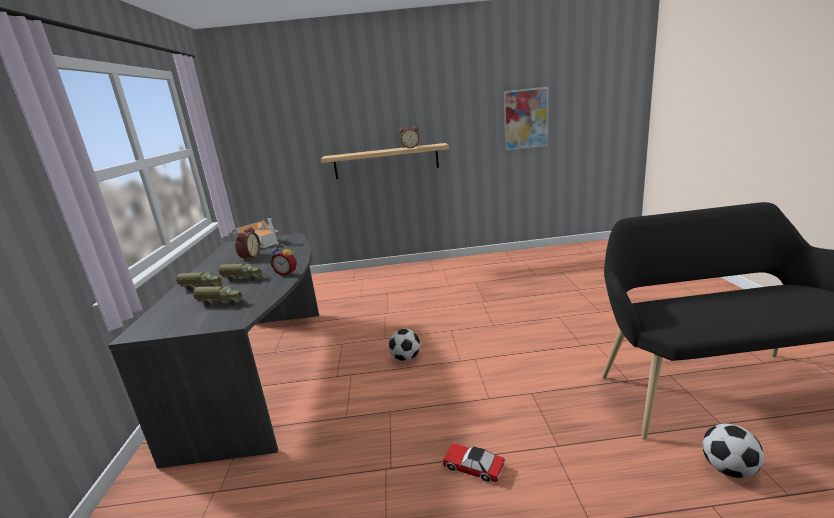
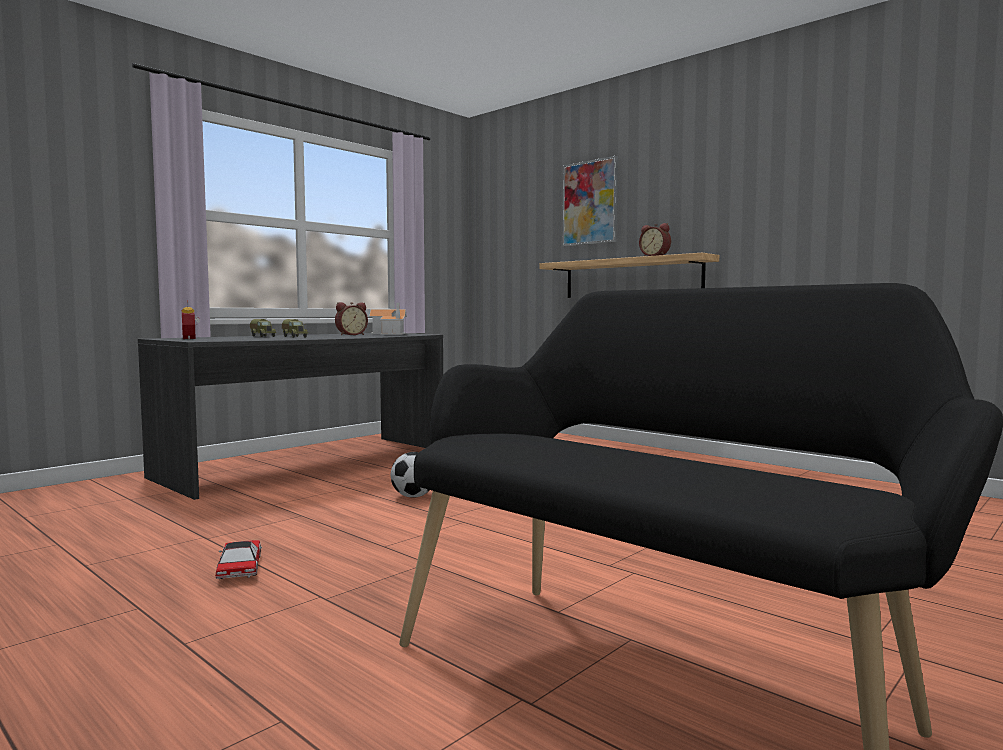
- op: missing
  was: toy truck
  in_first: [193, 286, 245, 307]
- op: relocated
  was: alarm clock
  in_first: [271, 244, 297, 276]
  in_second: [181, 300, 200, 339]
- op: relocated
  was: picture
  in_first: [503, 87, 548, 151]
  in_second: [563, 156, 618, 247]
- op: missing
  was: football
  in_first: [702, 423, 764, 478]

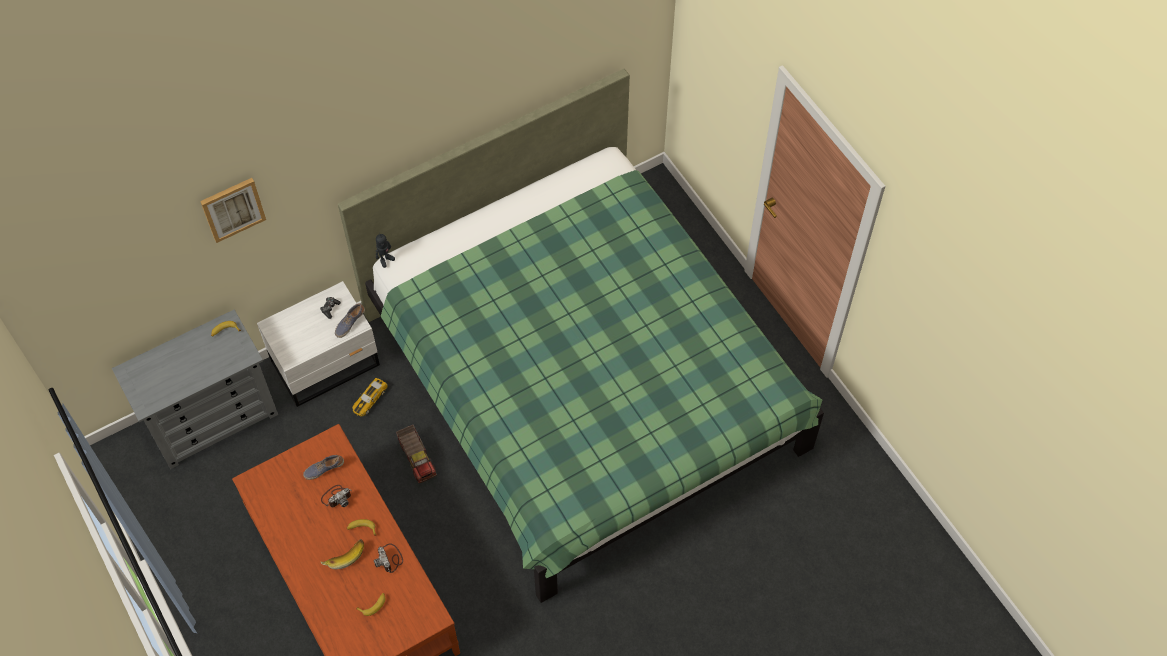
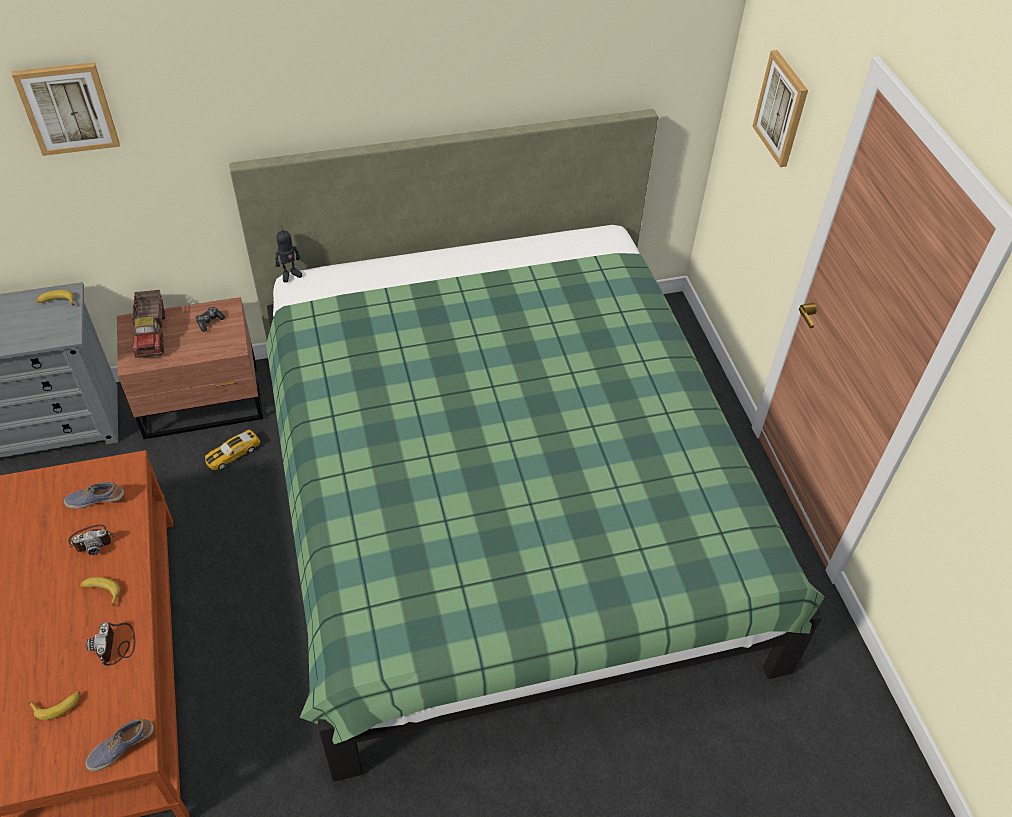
- op: colour
  was: white nightstand
  now: brown nightstand
  in_first: [257, 281, 380, 407]
  in_second: [117, 297, 264, 439]
- op: missing
  was: banana
  in_first: [321, 539, 364, 569]
- op: relocated
  was: shoe
  in_first: [335, 303, 365, 338]
  in_second: [85, 719, 154, 772]
- op: relocated
  was: toy truck
  in_first: [396, 425, 437, 483]
  in_second: [132, 290, 165, 358]
- op: appeared
  now: picture
  in_second: [753, 50, 808, 167]

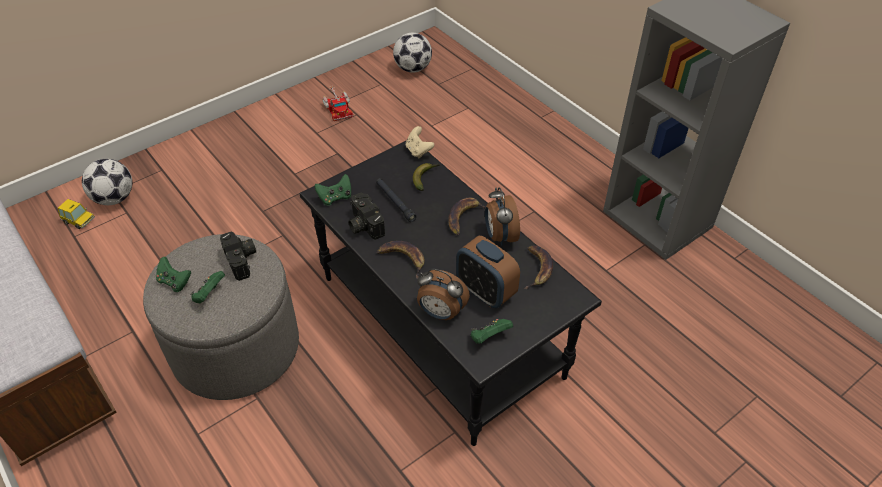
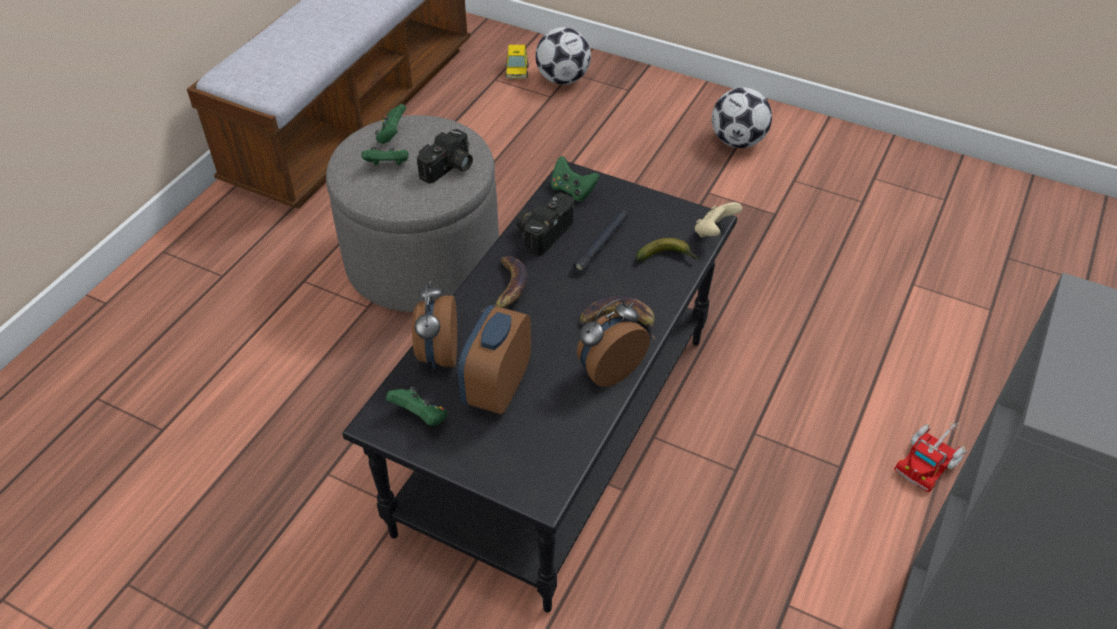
- op: relocated
  was: toy truck
  in_first: [322, 86, 353, 121]
  in_second: [894, 419, 967, 492]
- op: relocated
  was: football
  in_first: [393, 32, 432, 73]
  in_second: [712, 88, 772, 148]
- op: missing
  was: banana
  in_first: [524, 245, 553, 289]

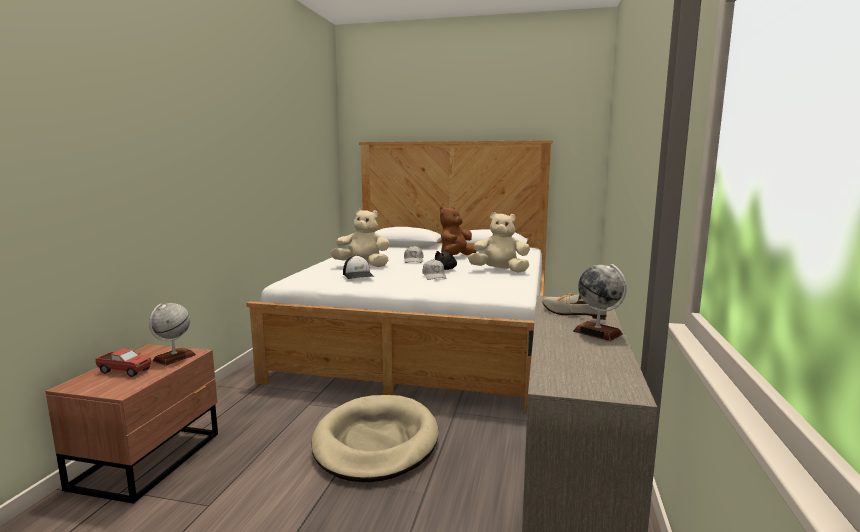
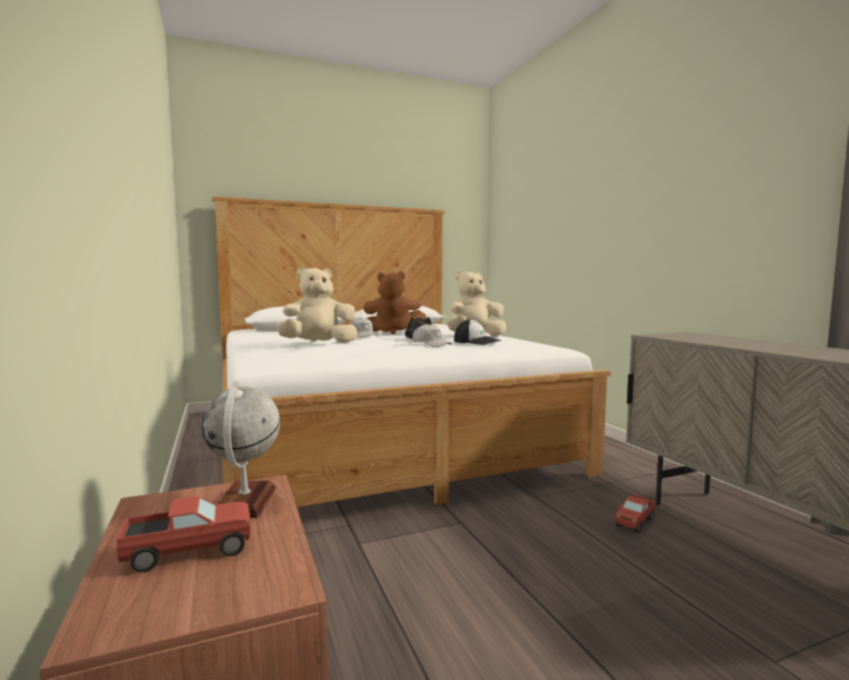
- op: missing
  was: beige dog bed
  in_first: [311, 395, 439, 482]
- op: relocated
  was: cap
  in_first: [343, 255, 374, 279]
  in_second: [454, 319, 501, 345]
- op: spun
  was: brown plush toy
  in_first: [440, 207, 476, 255]
  in_second: [363, 271, 426, 334]
  clockwise: -90
- op: missing
  was: shoe
  in_first: [542, 293, 607, 320]
- op: missing
  was: globe
  in_first: [573, 264, 627, 341]
- op: appeared
  now: toy truck
  in_second: [615, 495, 656, 533]

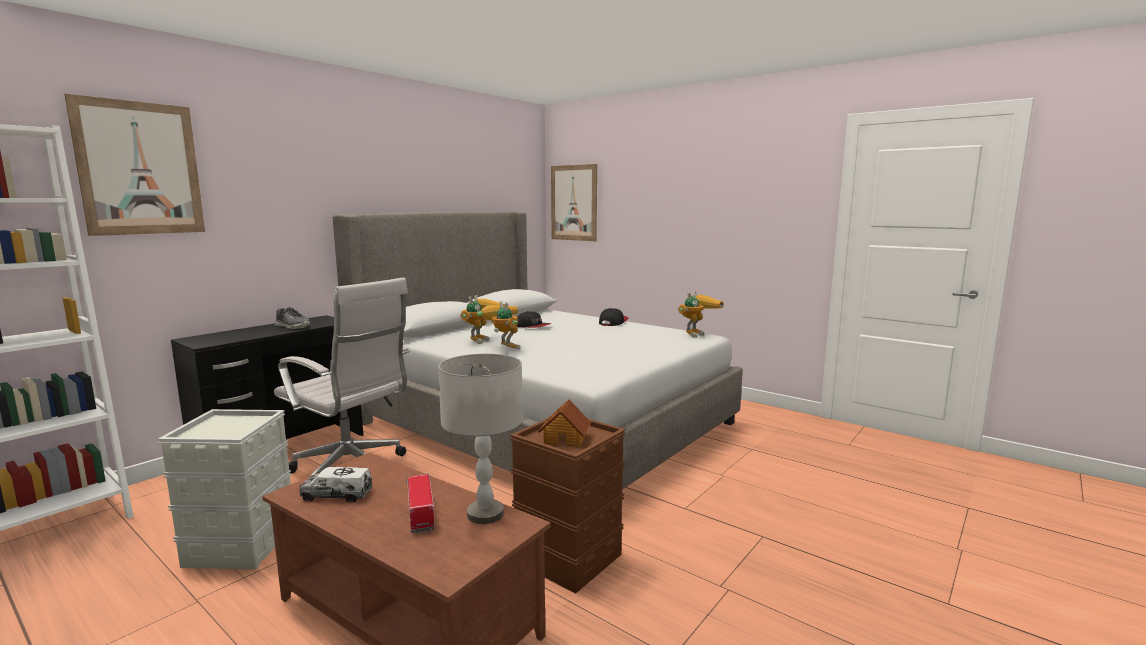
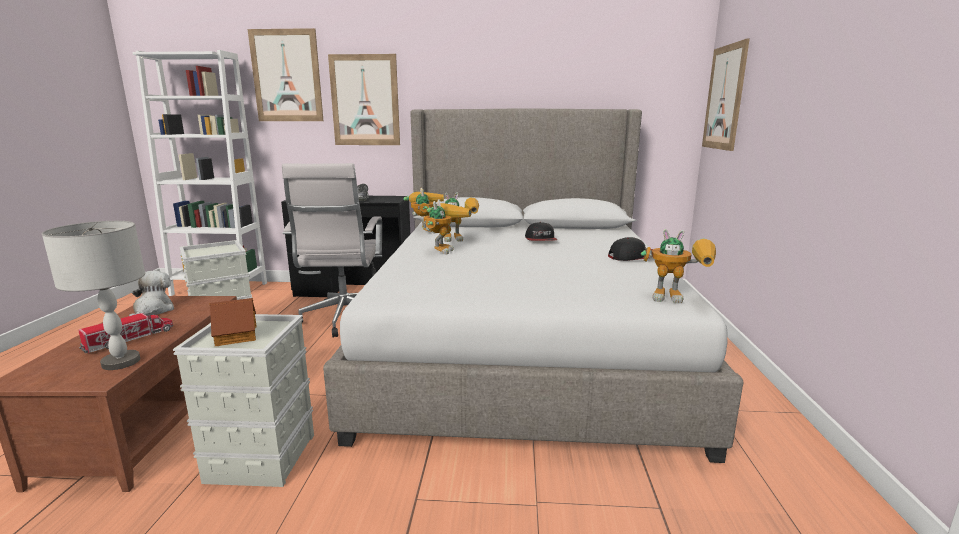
- op: exchanged
  was: toy truck
  now: plush toy
  in_first: [299, 467, 373, 502]
  in_second: [129, 271, 174, 316]
- op: colour
  was: brown storage box
  now: grey storage box
  in_first: [510, 418, 625, 594]
  in_second: [173, 314, 314, 487]
- op: appeared
  now: picture
  in_second: [328, 54, 400, 145]
- op: appeared
  now: toy robot
  in_second: [404, 188, 444, 234]

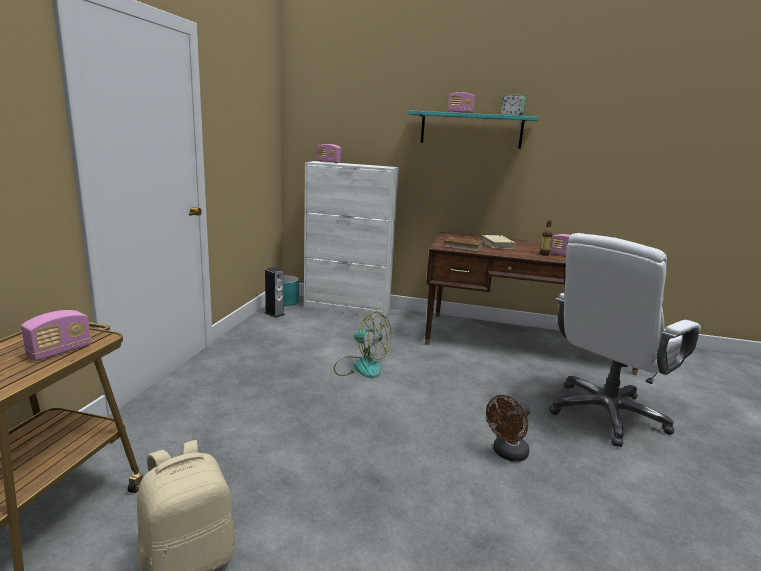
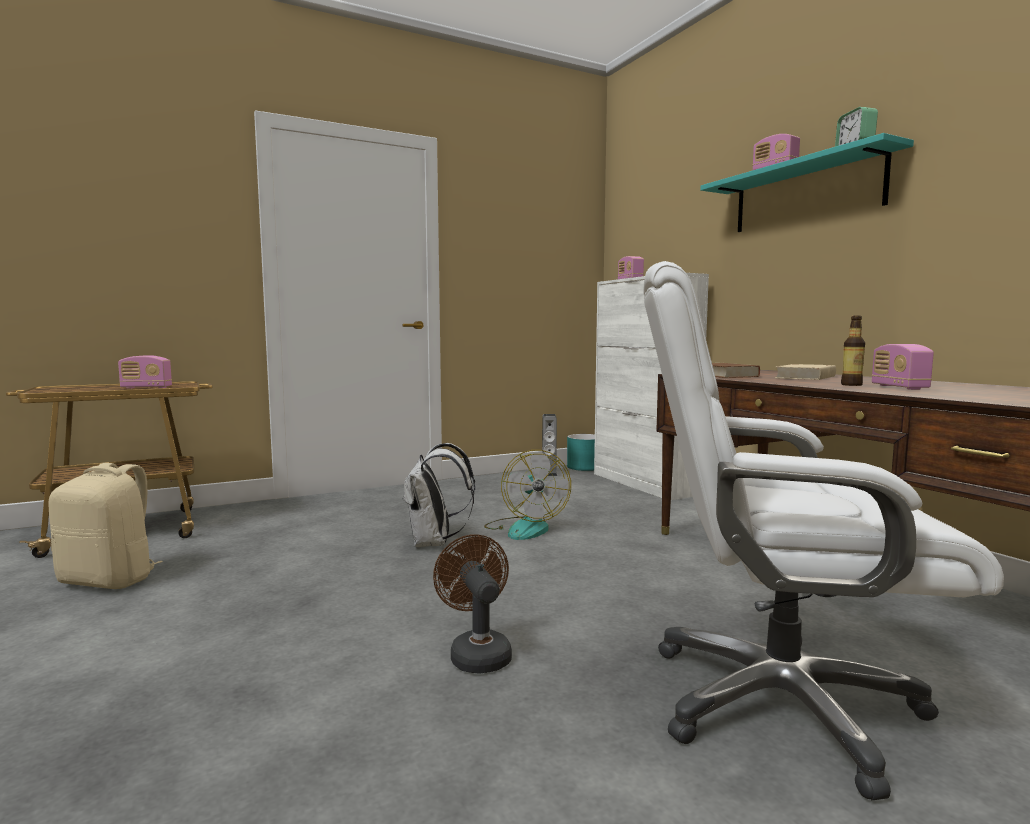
- op: spun
  was: brown fan
  in_first: [486, 395, 530, 462]
  in_second: [433, 534, 512, 674]
  clockwise: 60
- op: appeared
  now: white backpack
  in_second: [403, 443, 475, 547]

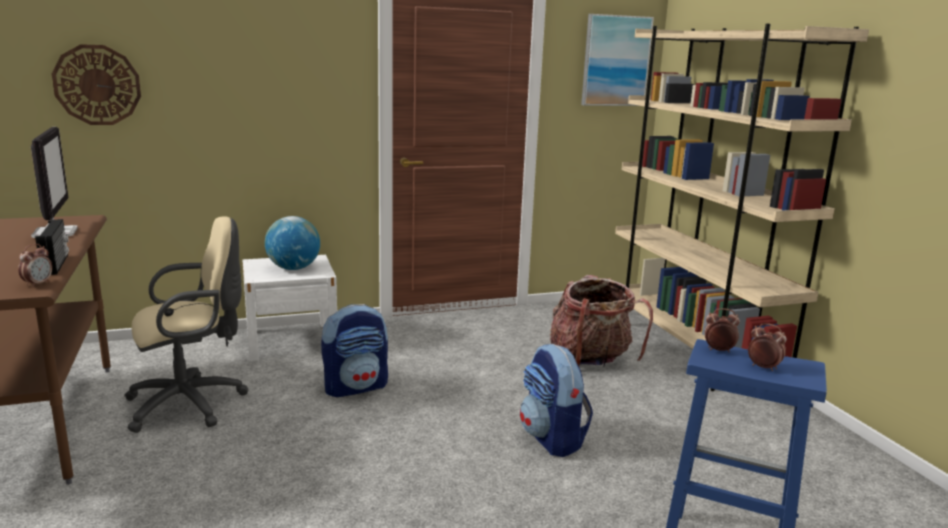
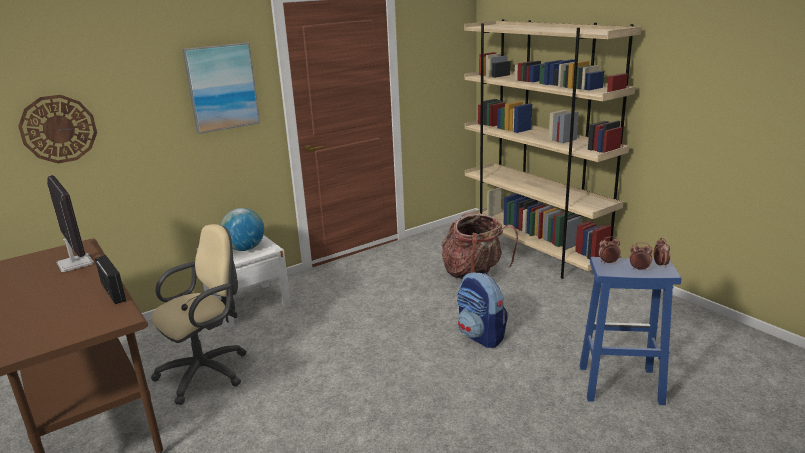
- op: relocated
  was: alarm clock
  in_first: [18, 244, 52, 287]
  in_second: [654, 238, 670, 268]
- op: missing
  was: backpack
  in_first: [321, 304, 388, 397]
- op: relocated
  was: picture
  in_first: [581, 14, 654, 106]
  in_second: [182, 42, 260, 134]

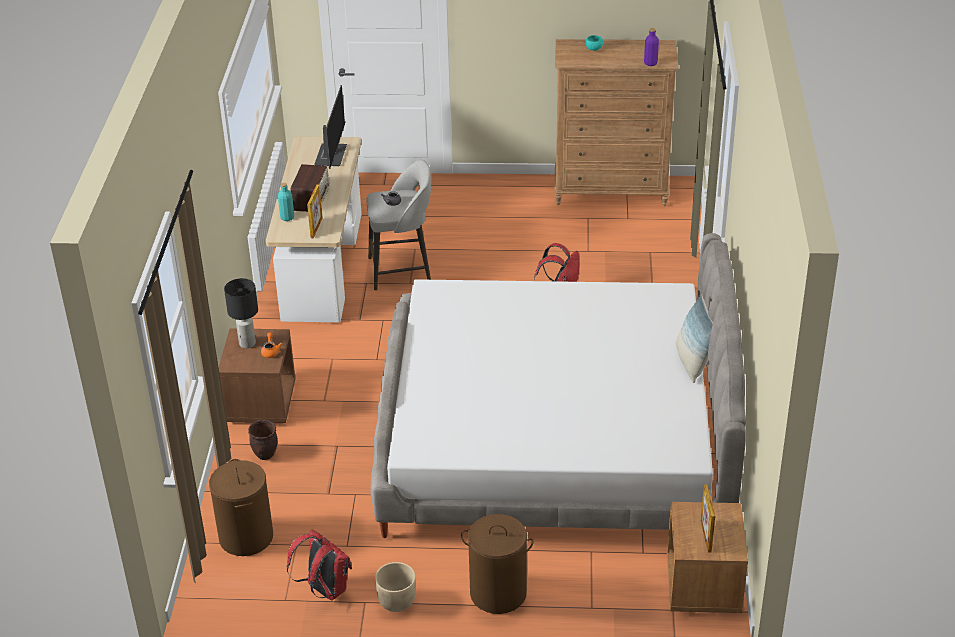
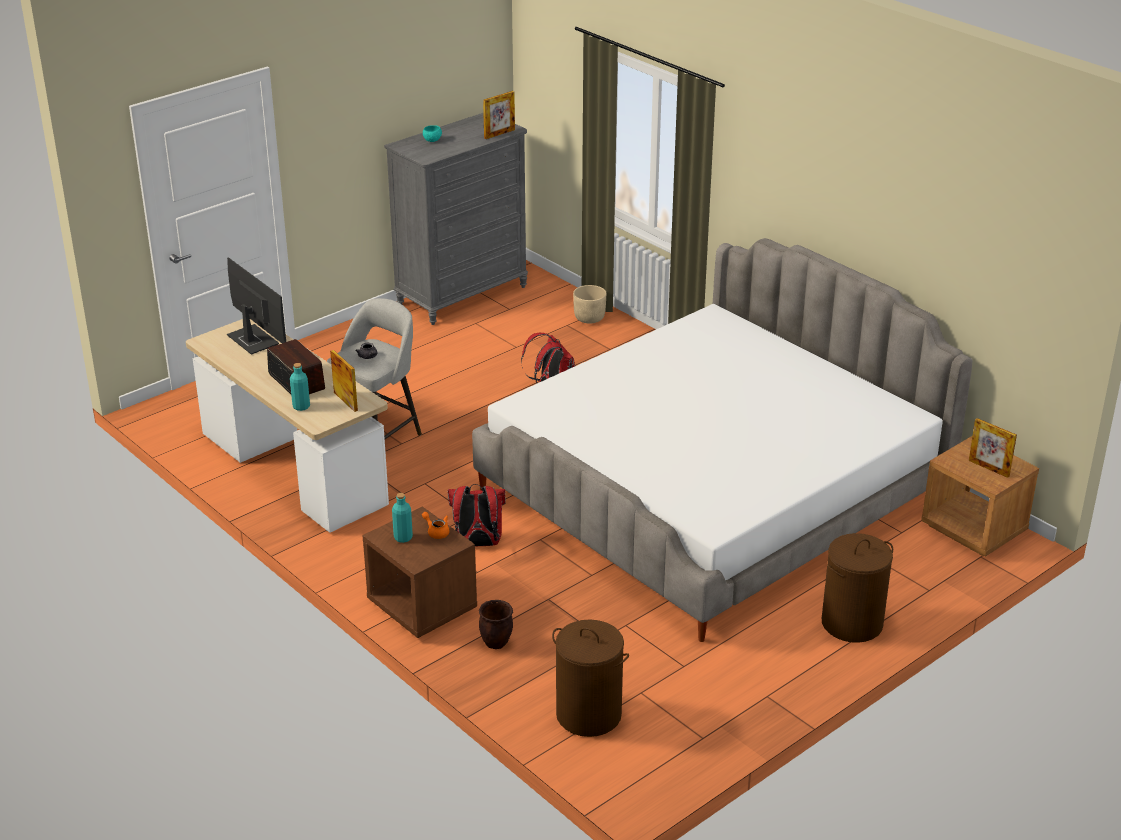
- op: exchanged
  was: black table lamp
  now: turquoise bottle
  in_first: [224, 278, 258, 348]
  in_second: [392, 493, 413, 543]
- op: relocated
  was: red backpack
  in_first: [286, 529, 352, 600]
  in_second: [448, 484, 506, 547]
- op: relocated
  was: beige planter
  in_first: [375, 562, 416, 612]
  in_second: [573, 285, 607, 323]
- op: colour
  was: brown dresser
  now: grey dresser
  in_first: [554, 39, 678, 207]
  in_second: [384, 113, 528, 325]
- op: exchanged
  was: purple bottle
  now: picture frame
  in_first: [644, 28, 659, 66]
  in_second: [483, 91, 515, 139]
- op: missing
  was: pillow
  in_first: [675, 294, 713, 383]

